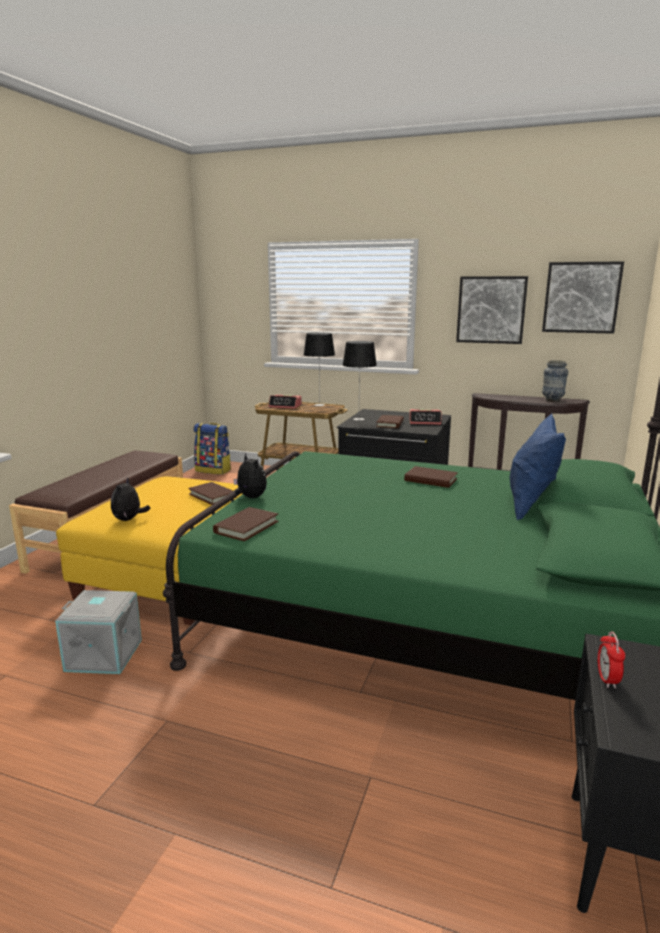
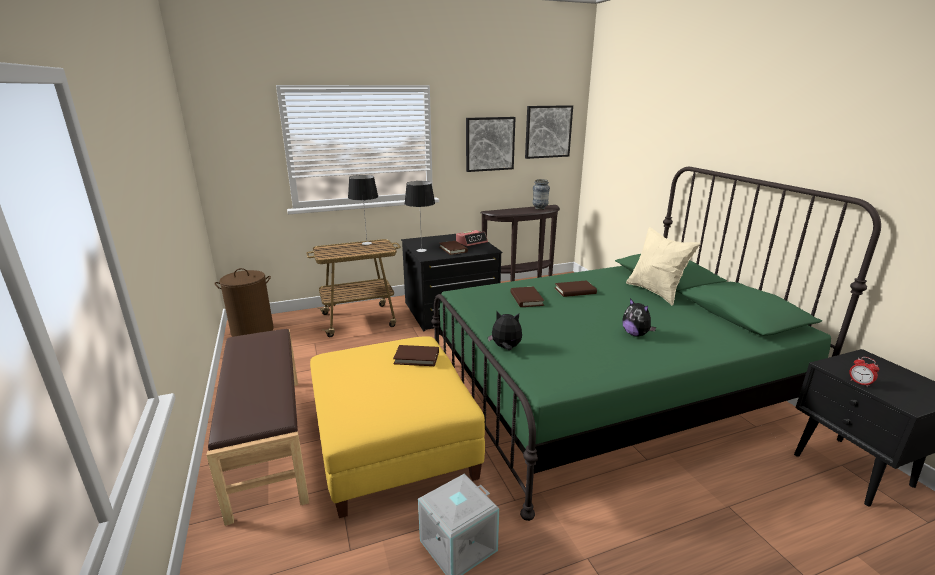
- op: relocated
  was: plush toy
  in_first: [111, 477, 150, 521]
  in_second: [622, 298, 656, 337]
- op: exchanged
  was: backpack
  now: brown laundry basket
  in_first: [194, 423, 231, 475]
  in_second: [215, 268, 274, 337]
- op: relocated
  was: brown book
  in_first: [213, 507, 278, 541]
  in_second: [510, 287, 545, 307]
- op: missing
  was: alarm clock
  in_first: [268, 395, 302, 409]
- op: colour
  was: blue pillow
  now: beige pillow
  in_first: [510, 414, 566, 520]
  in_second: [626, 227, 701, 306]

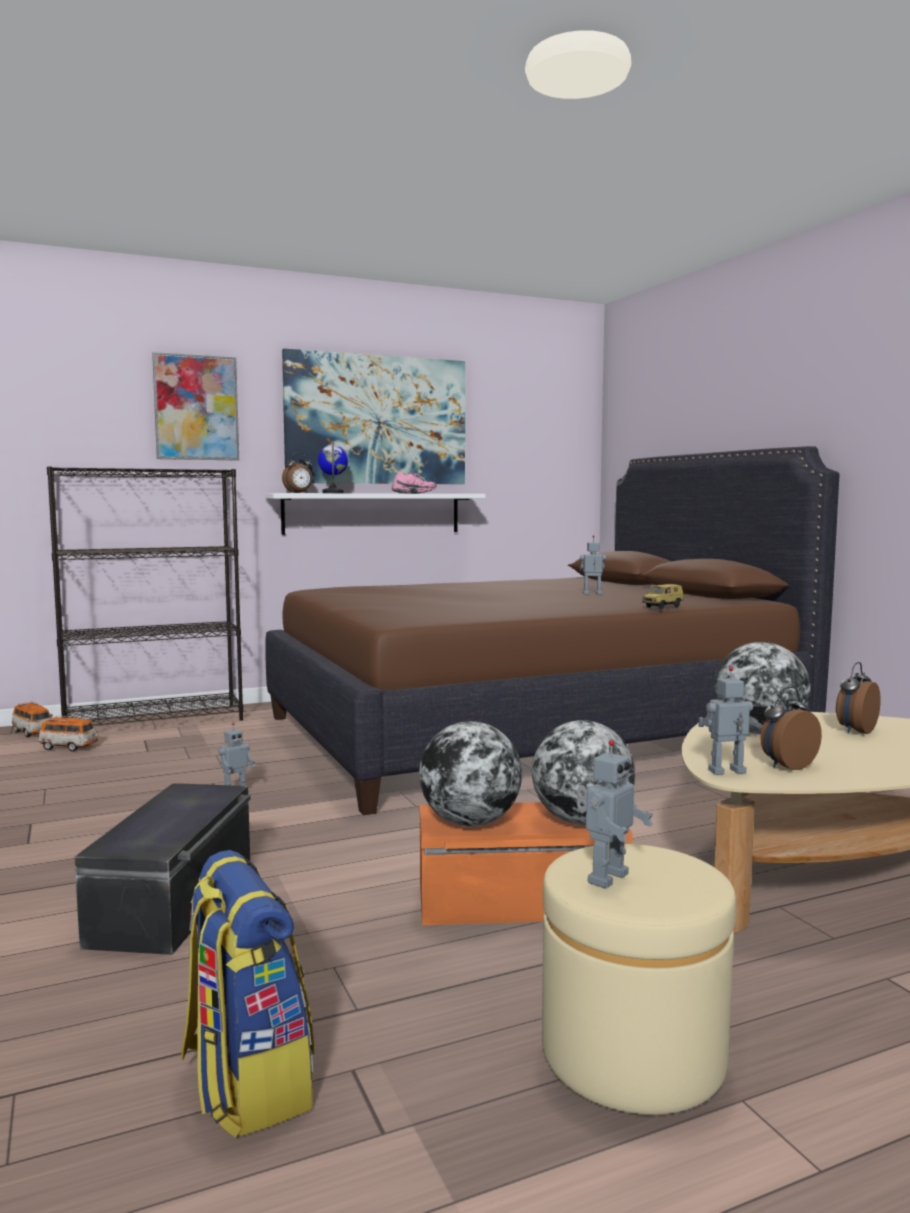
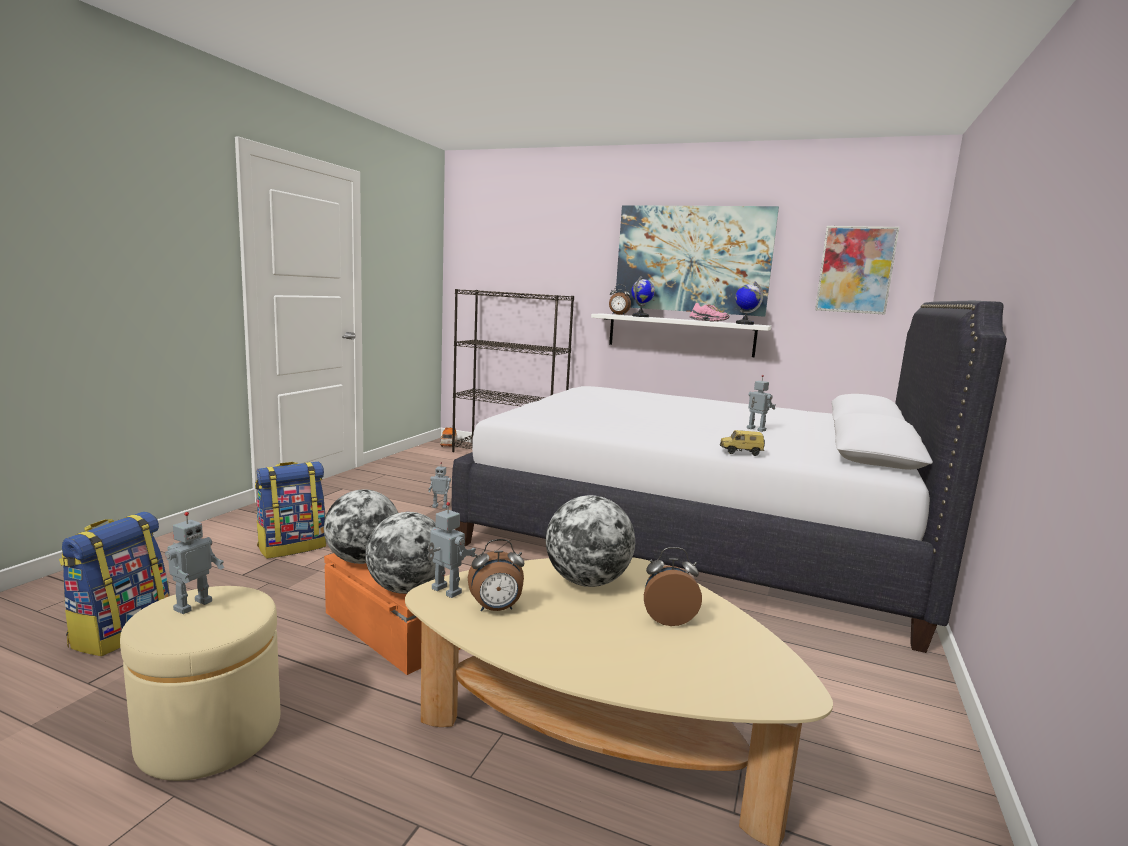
- op: missing
  was: toy car
  in_first: [38, 715, 98, 752]
- op: exchanged
  was: black storage box
  now: backpack
  in_first: [75, 783, 250, 955]
  in_second: [255, 462, 326, 559]
- op: relocated
  was: picture
  in_first: [152, 352, 239, 461]
  in_second: [815, 226, 899, 315]
- op: colour
  was: brown bed
  now: white bed
  in_first: [265, 446, 840, 815]
  in_second: [452, 301, 1007, 653]
- op: spun
  was: toy robot
  in_first: [577, 740, 653, 889]
  in_second: [165, 512, 224, 614]
  clockwise: -60
- op: spun
  was: alarm clock
  in_first: [760, 687, 822, 770]
  in_second: [468, 539, 524, 611]
  clockwise: 150
- op: appeared
  now: globe
  in_second: [735, 281, 763, 325]

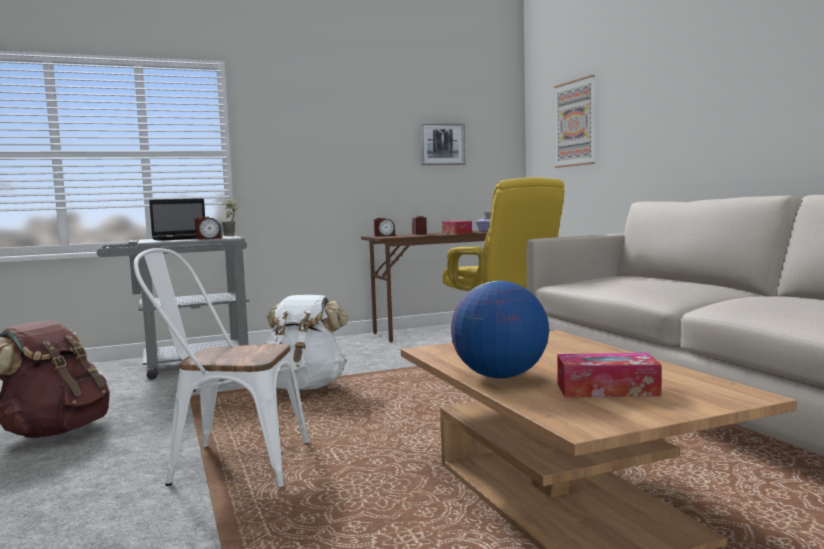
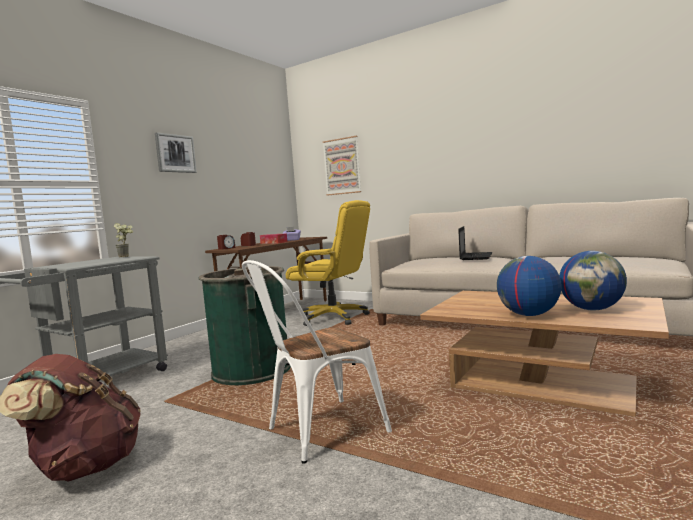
- op: relocated
  was: laptop
  in_first: [149, 199, 205, 241]
  in_second: [458, 226, 492, 260]
- op: missing
  was: alarm clock
  in_first: [195, 216, 223, 240]
- op: exchanged
  was: white backpack
  now: green trash can
  in_first: [264, 295, 349, 390]
  in_second: [199, 266, 291, 385]
- op: relocated
  was: picture
  in_first: [419, 122, 466, 165]
  in_second: [155, 132, 197, 173]
- op: exchanged
  was: tissue box
  now: globe
  in_first: [557, 353, 662, 397]
  in_second: [559, 251, 627, 310]

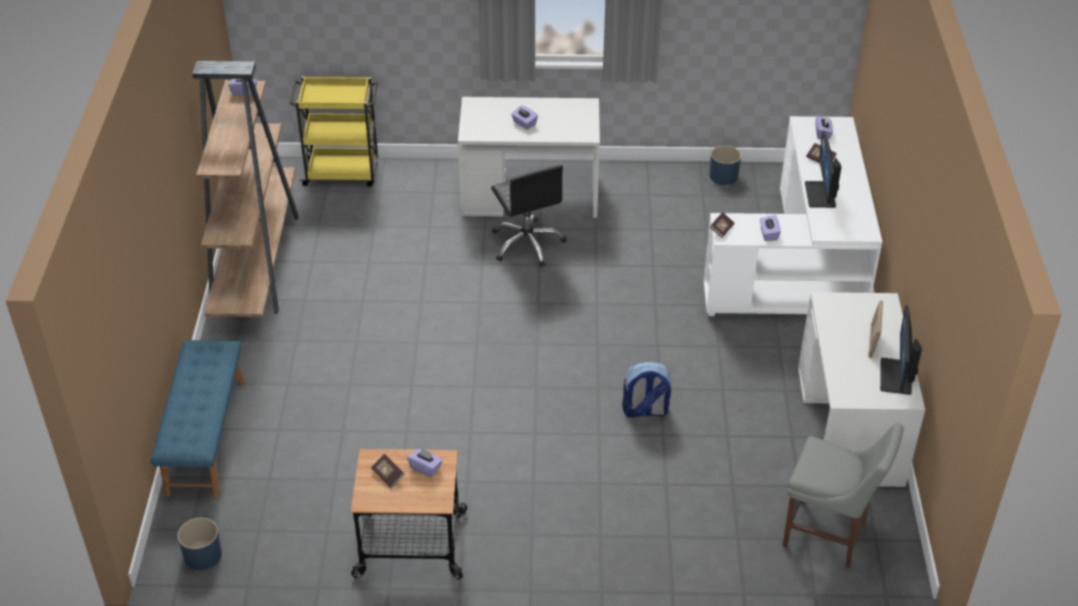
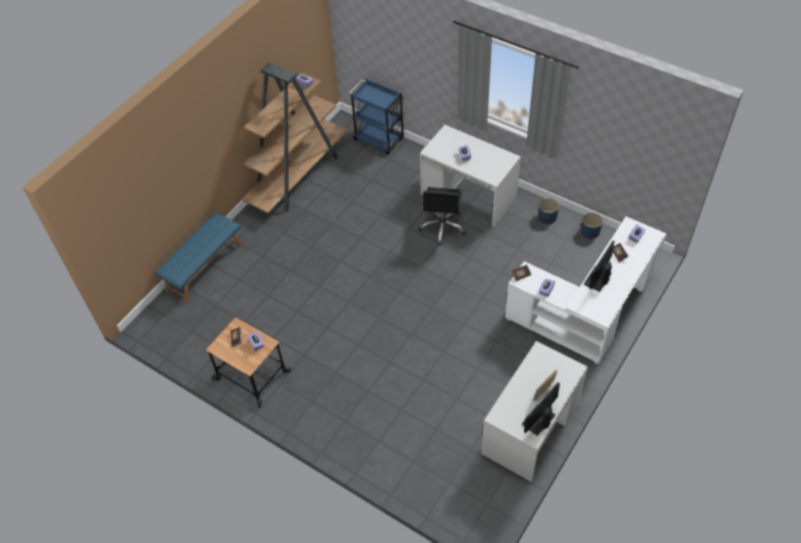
- op: relocated
  was: blue planter
  in_first: [177, 518, 222, 570]
  in_second: [538, 198, 559, 224]
- op: colour
  was: yellow cart
  now: blue cart
  in_first: [289, 76, 378, 187]
  in_second: [349, 79, 404, 155]
- op: missing
  was: backpack
  in_first: [622, 362, 672, 418]
- op: missing
  was: grey chair
  in_first: [782, 423, 904, 568]

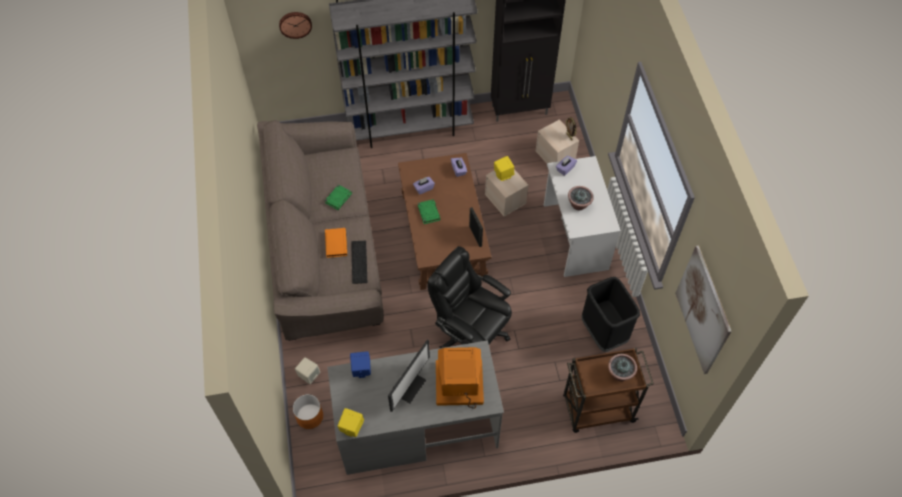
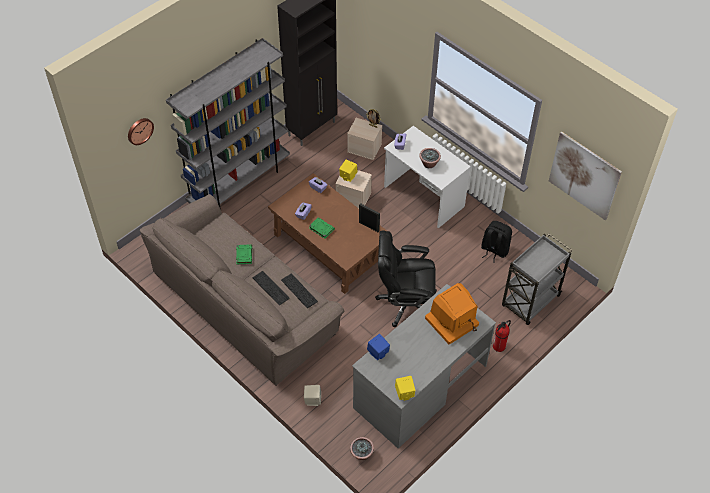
- op: missing
  was: orange planter
  in_first: [293, 394, 323, 429]
- op: exchanged
  was: orange book
  now: keyboard
  in_first: [325, 228, 347, 258]
  in_second: [253, 271, 290, 305]
- op: missing
  was: monitor
  in_first: [388, 340, 430, 412]
- op: colour
  was: brown cart
  now: grey cart
  in_first: [563, 348, 654, 433]
  in_second: [502, 234, 572, 325]
- op: exchanged
  was: black trash can
  now: black backpack
  in_first: [582, 277, 640, 352]
  in_second: [481, 221, 512, 263]
- op: relocated
  was: potted plant
  in_first: [608, 354, 637, 381]
  in_second: [350, 437, 374, 460]
- op: appeared
  now: fire extinguisher
  in_second: [493, 320, 511, 352]

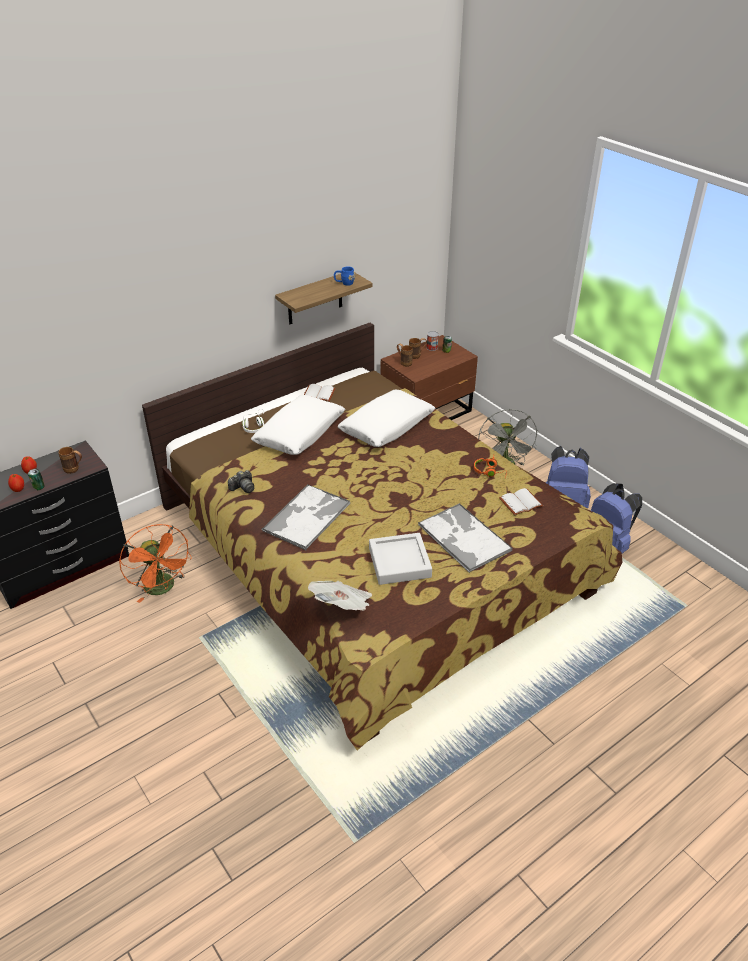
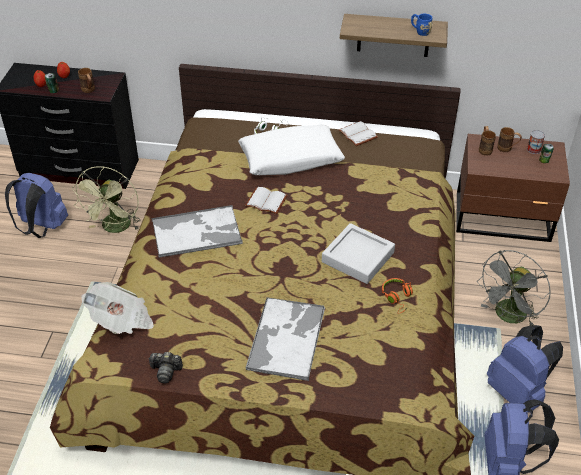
- op: colour
  was: orange fan
  now: green fan
  in_first: [119, 524, 192, 603]
  in_second: [72, 166, 141, 233]
- op: relocated
  was: photo camera
  in_first: [228, 470, 254, 493]
  in_second: [148, 352, 183, 383]
- op: missing
  was: white pillow
  in_first: [338, 390, 435, 447]
- op: relocated
  was: grey tray
  in_first: [369, 533, 432, 585]
  in_second: [322, 223, 395, 284]
- op: relocated
  was: white book
  in_first: [499, 488, 543, 515]
  in_second: [245, 187, 288, 214]
- op: appeared
  now: blue backpack
  in_second: [5, 173, 68, 238]

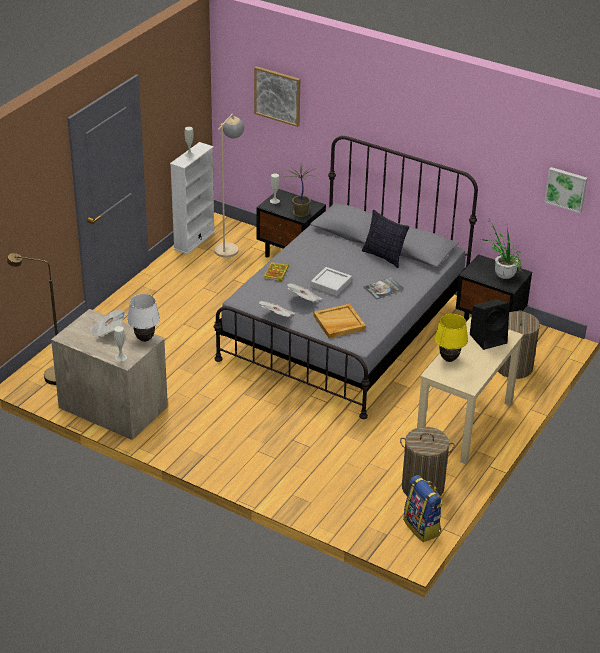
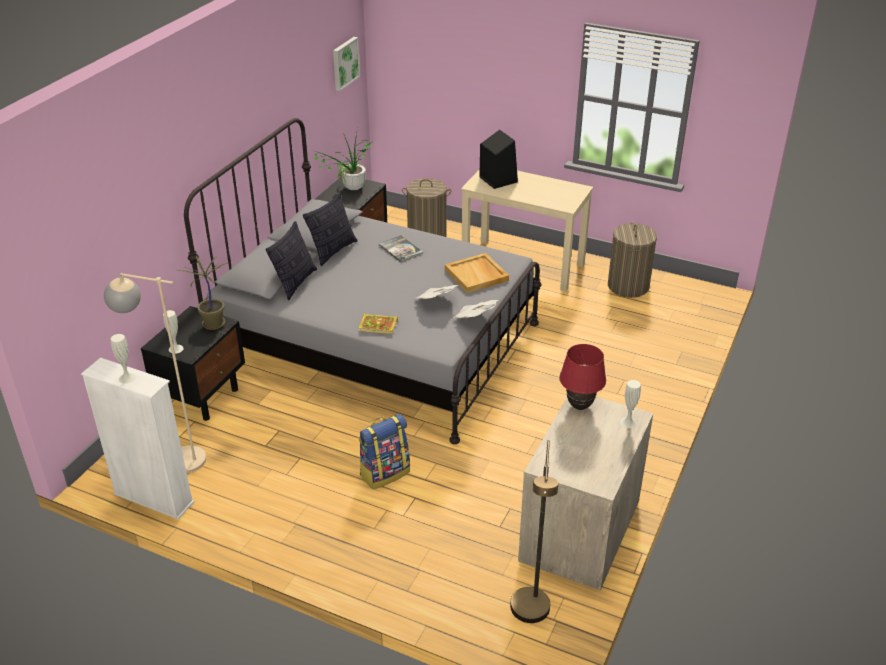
- op: missing
  was: newspaper
  in_first: [90, 309, 126, 339]
- op: colour
  was: white table lamp
  now: red table lamp
  in_first: [127, 294, 160, 342]
  in_second: [559, 344, 606, 410]
- op: missing
  was: picture
  in_first: [254, 66, 300, 127]
- op: missing
  was: grey tray
  in_first: [311, 267, 352, 296]
- op: relocated
  was: backpack
  in_first: [403, 475, 442, 542]
  in_second: [359, 414, 410, 490]
- op: missing
  was: yellow table lamp
  in_first: [434, 314, 468, 362]
- op: appeared
  now: pillow
  in_second: [266, 221, 317, 300]

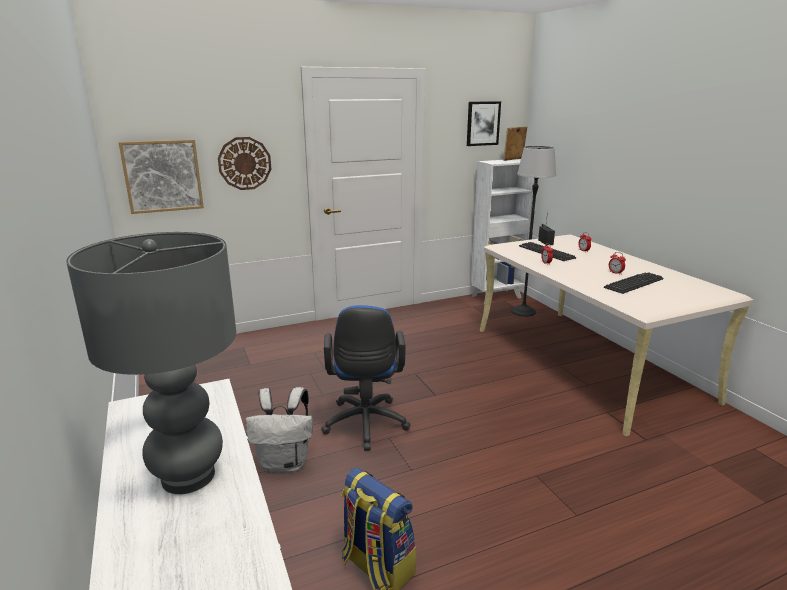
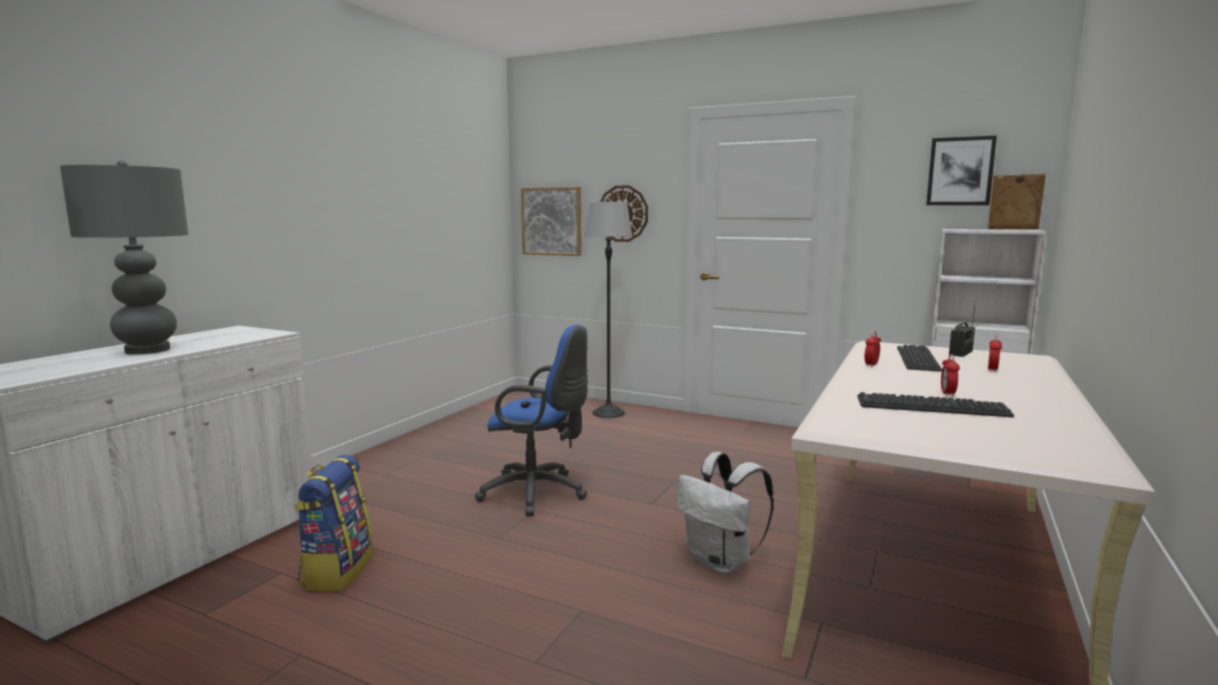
- op: relocated
  was: white backpack
  in_first: [245, 387, 313, 473]
  in_second: [676, 452, 774, 574]
- op: spun
  was: blue office chair
  in_first: [321, 305, 410, 451]
  in_second: [475, 325, 588, 516]
  clockwise: -120
- op: relocated
  was: floor lamp
  in_first: [511, 146, 556, 317]
  in_second: [585, 202, 632, 418]

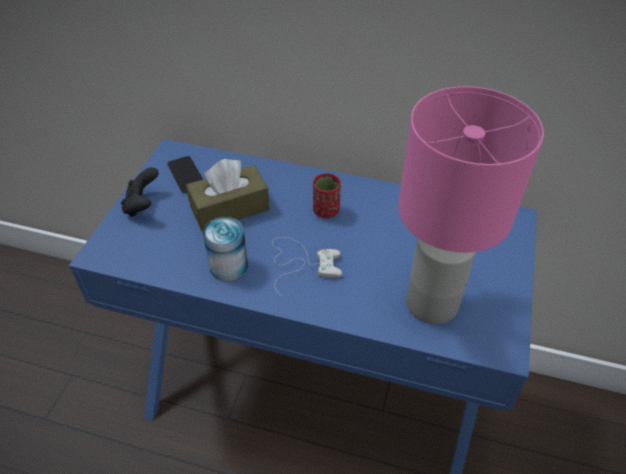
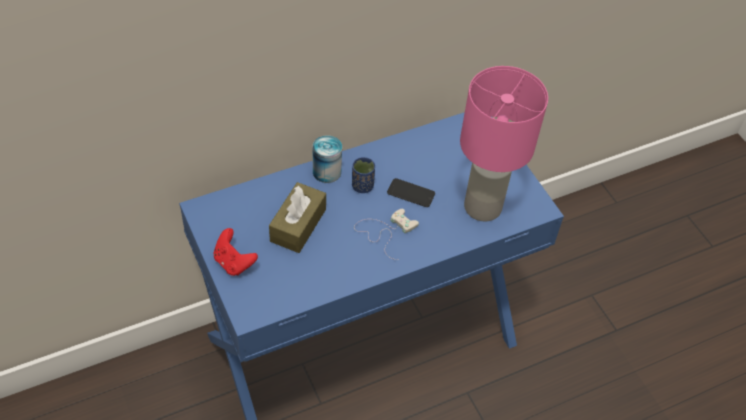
- op: colour
  was: black game controller
  now: red game controller
  in_first: [121, 167, 159, 217]
  in_second: [214, 228, 258, 276]
- op: relocated
  was: phone
  in_first: [167, 156, 203, 193]
  in_second: [387, 178, 435, 207]
- op: relocated
  was: can
  in_first: [203, 217, 248, 281]
  in_second: [313, 135, 342, 183]
- op: colour
  was: red cup
  now: blue cup
  in_first: [313, 173, 341, 218]
  in_second: [352, 157, 375, 193]

